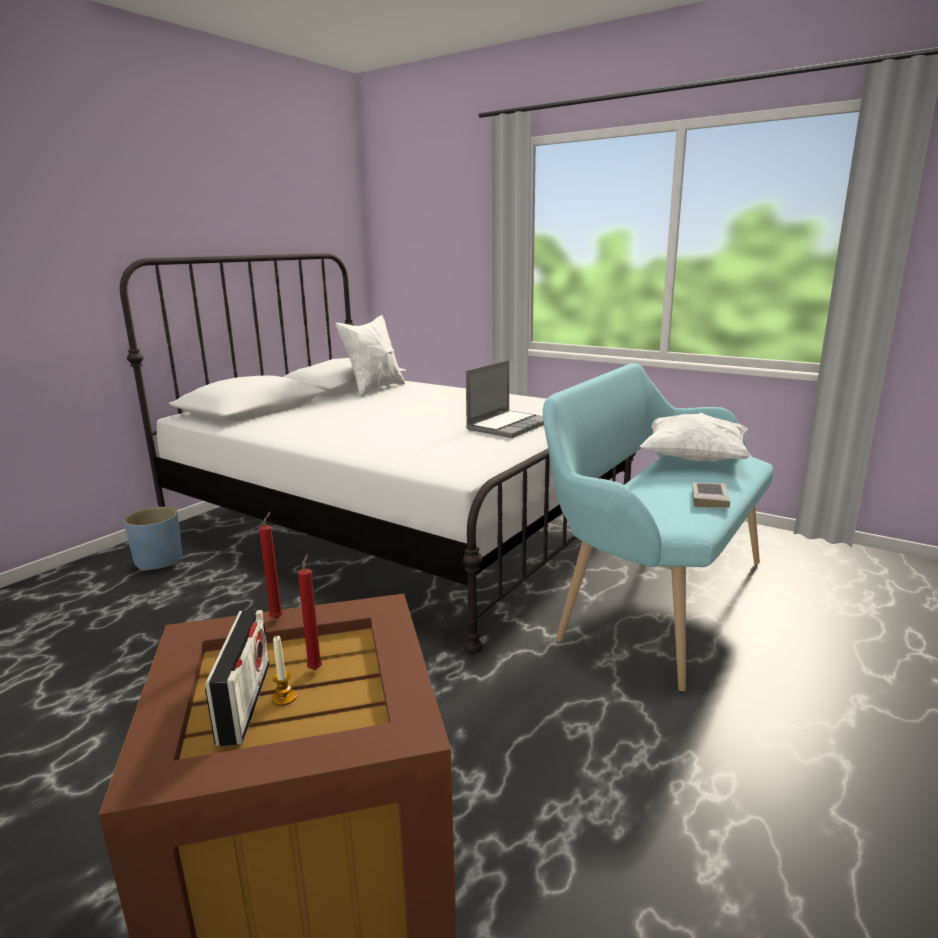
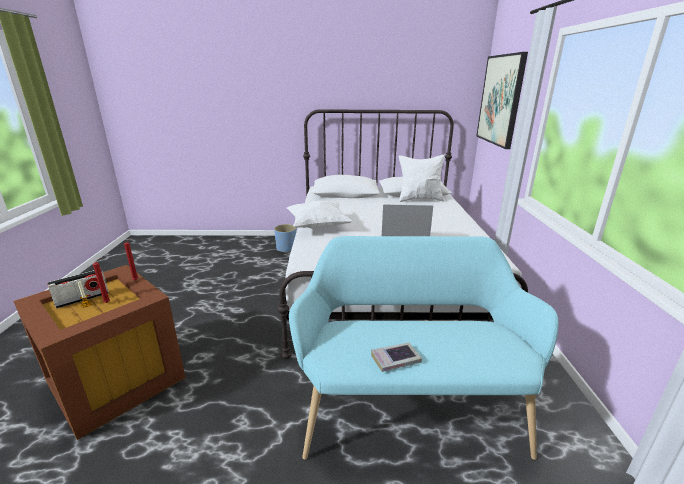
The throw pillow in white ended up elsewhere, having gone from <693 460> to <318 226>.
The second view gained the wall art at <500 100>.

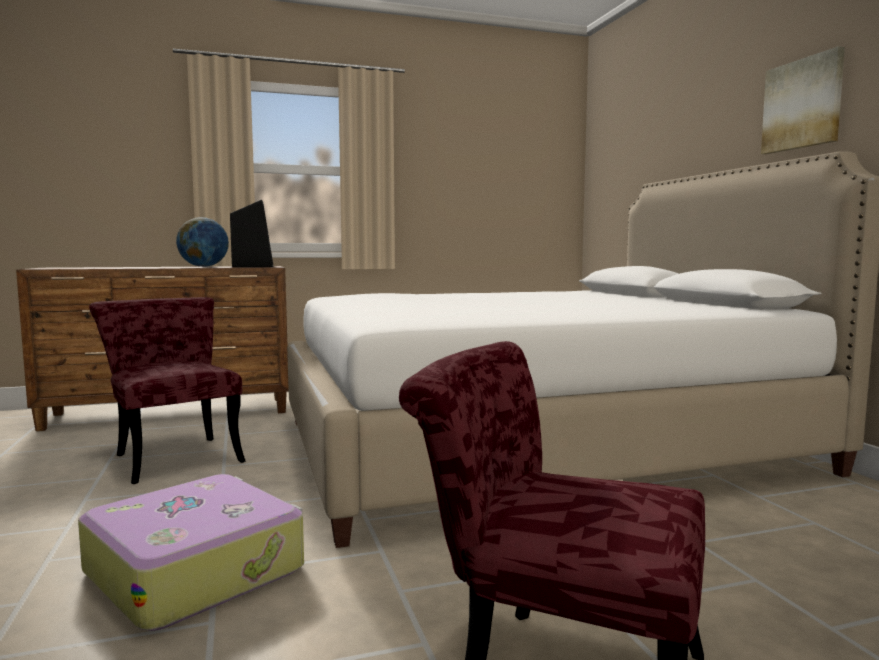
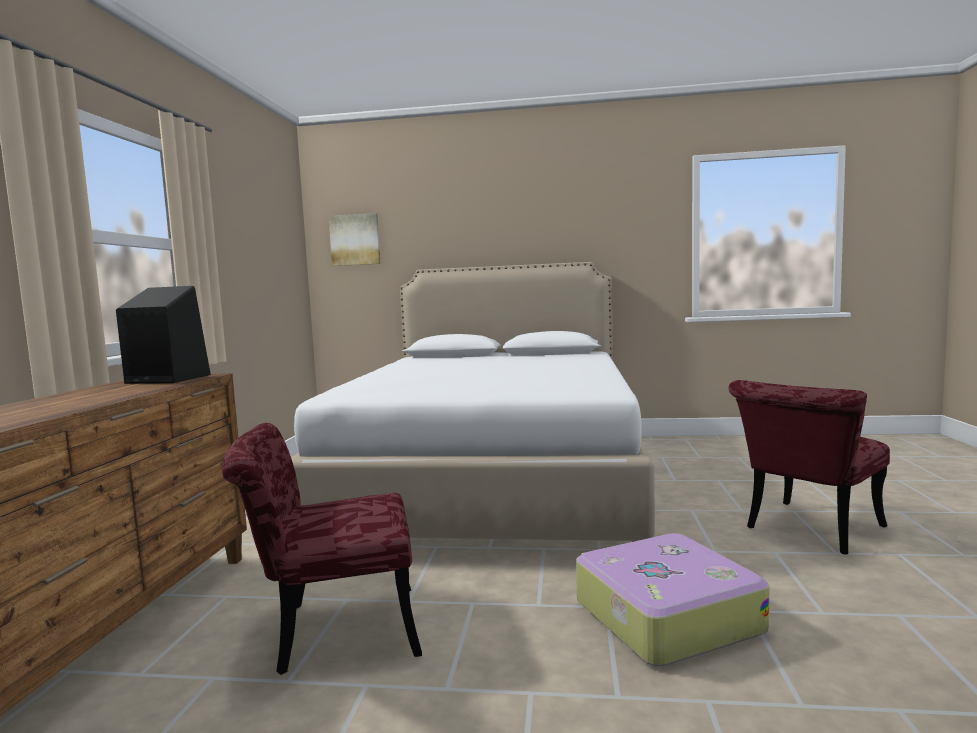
The wall art ended up elsewhere, having gone from <803 104> to <355 240>.
The second view lost the world globe at <203 266>.

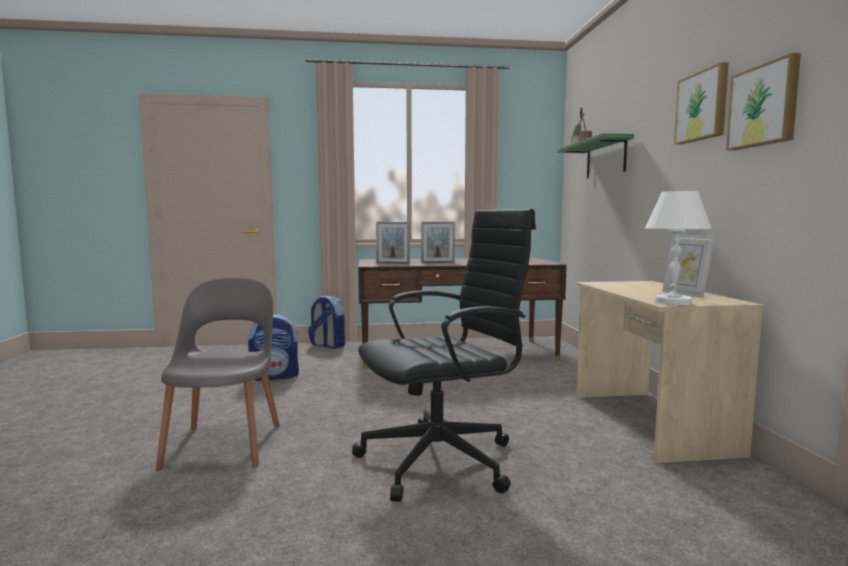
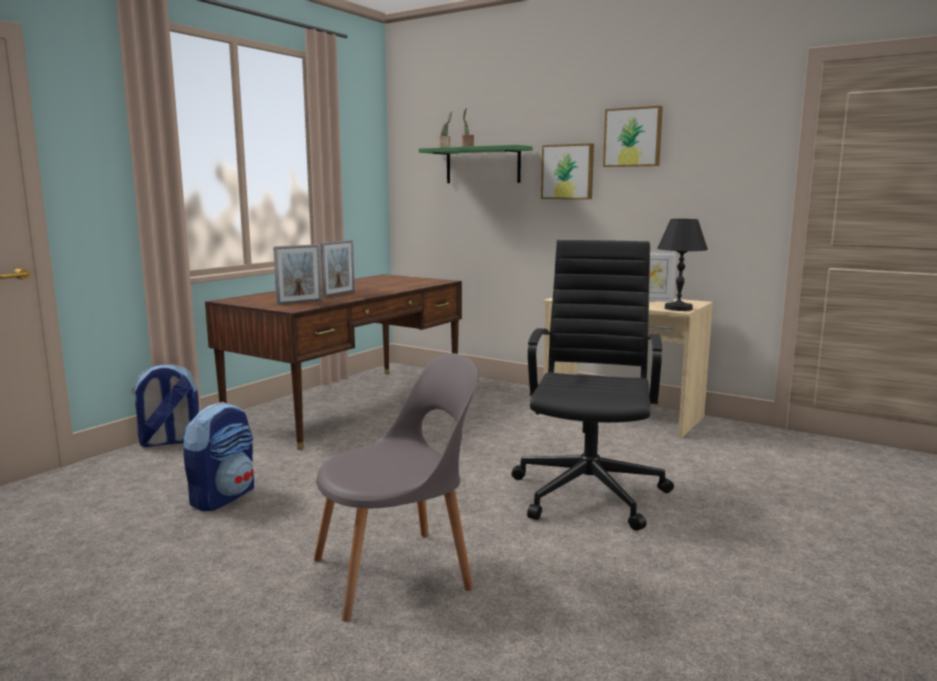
The wall art ended up elsewhere, having gone from <764 105> to <568 172>.
What was the tabletop lamp in white at <672 302> turned into the tabletop lamp in blackish at <678 308>.
The plain chair in gray at <225 443> ended up facing another way, 120 degrees clockwise from before.

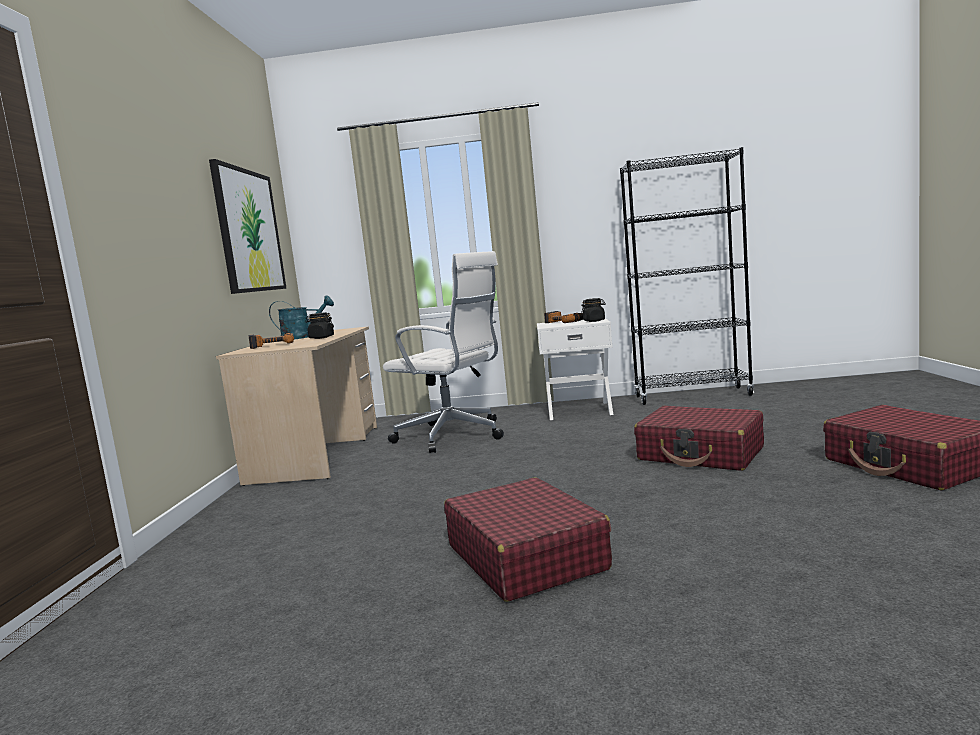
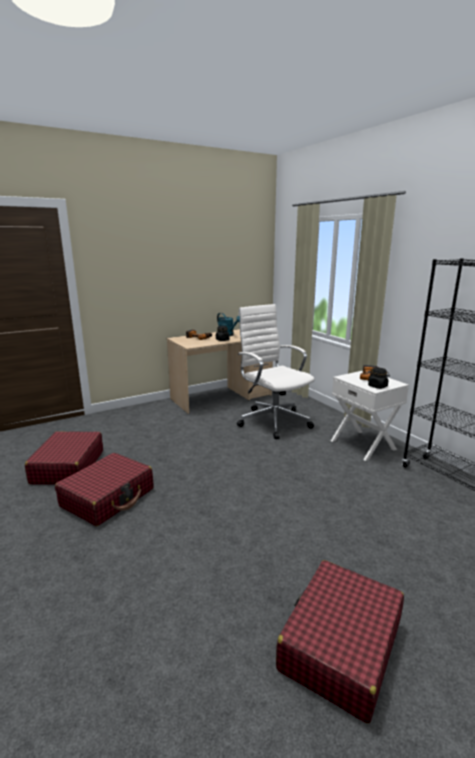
The second view lost the wall art at <249 231>.
The desk chair in white at <454 436> ended up facing another way, 150 degrees clockwise from before.
The suitcase in red ended up elsewhere, having gone from <701 454> to <68 467>.

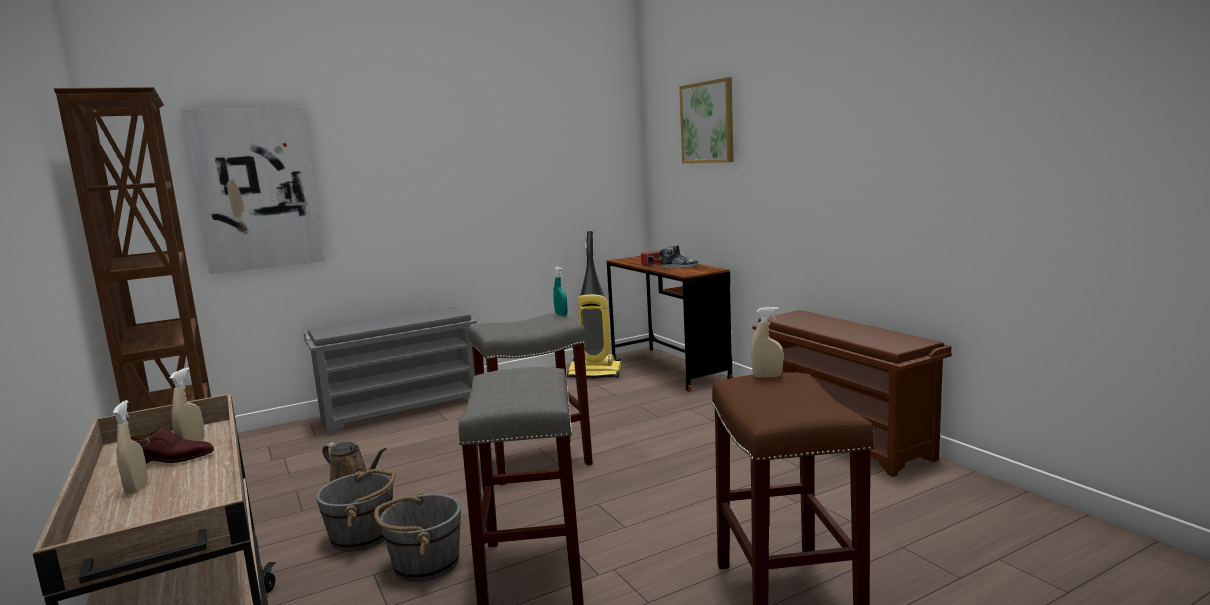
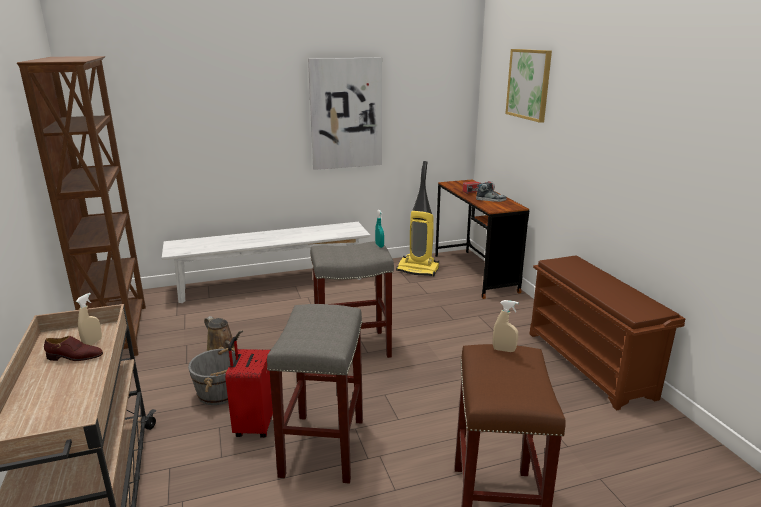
The wall art ended up elsewhere, having gone from <256 189> to <346 114>.
Where the shoe rack in gray stood at <402 410>, the indoor bench in white came to stand at <272 283>.
The second view lost the sprayer in beige at <137 488>.
Where the bucket in gray stood at <425 564>, the suitcase in red came to stand at <254 425>.

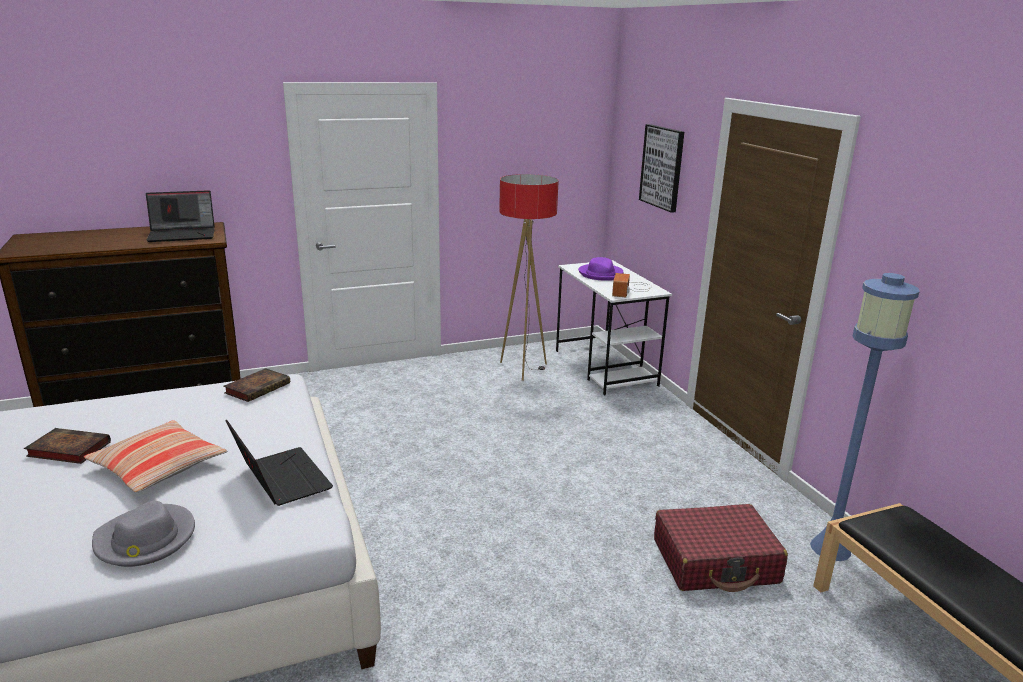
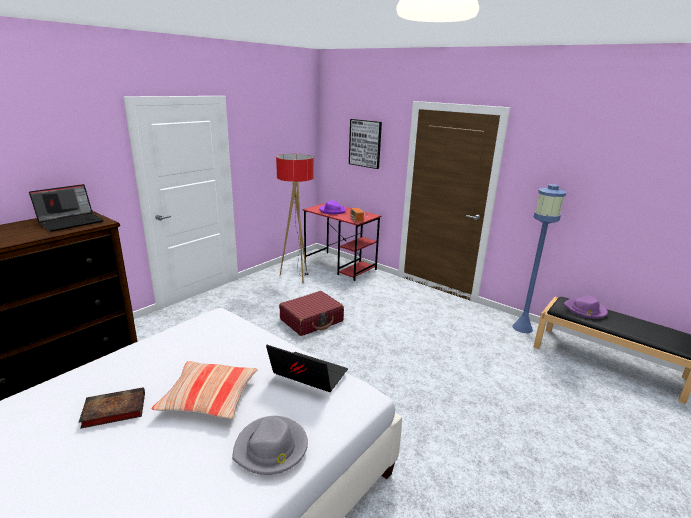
What was the desk table in white at <605 368> turned into the desk table in red at <340 266>.
The second view lost the book at <258 388>.
The suitcase in red ended up elsewhere, having gone from <715 561> to <312 320>.
The second view gained the wearable hat in purplish at <585 310>.

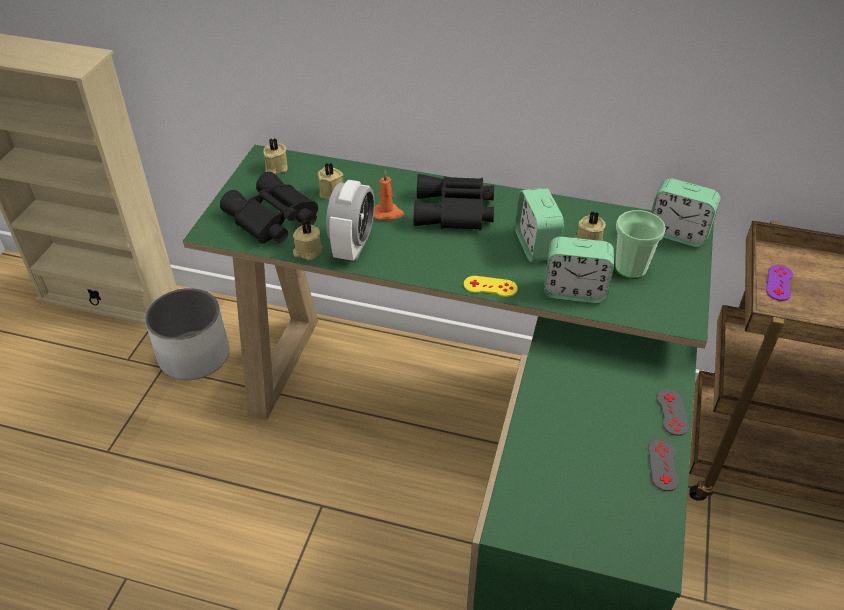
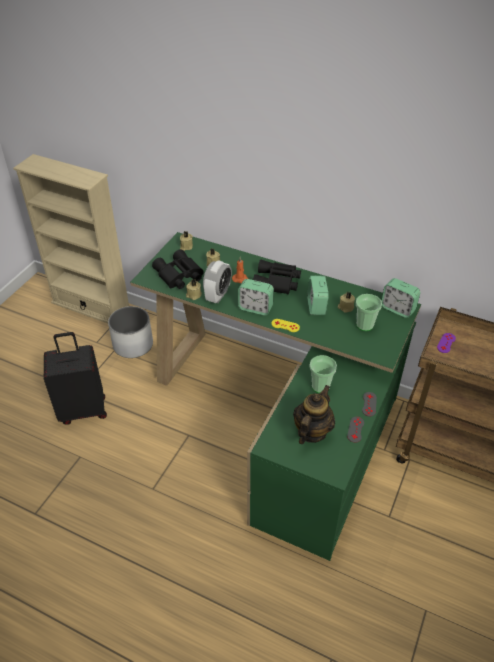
The table clock ended up elsewhere, having gone from <574 291> to <255 308>.
The second view gained the suitcase in blackish at <83 409>.
The second view gained the cup at <320 386>.
The second view gained the tea pot at <311 432>.

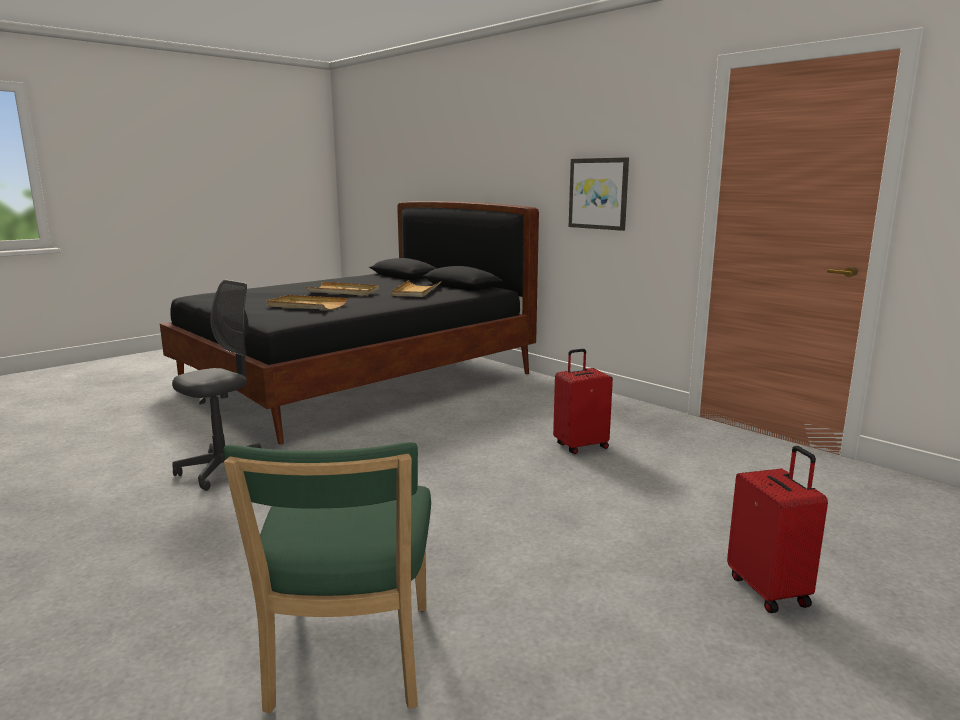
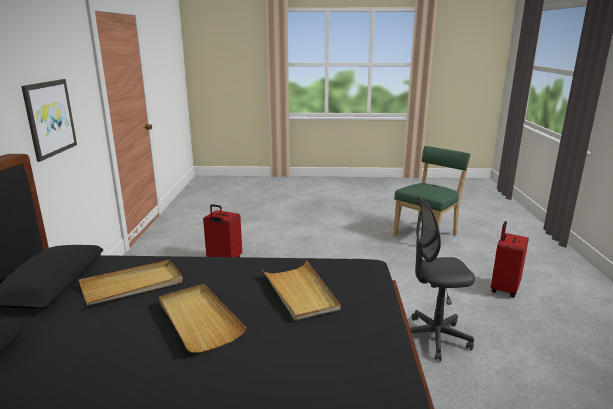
The suitcase in red ended up elsewhere, having gone from <770 590> to <503 289>.

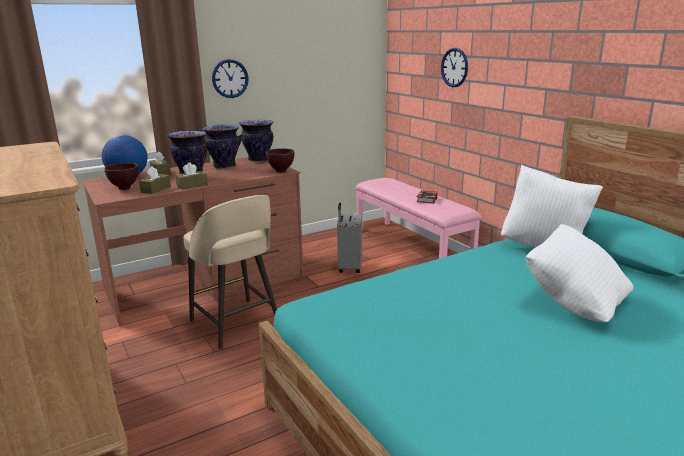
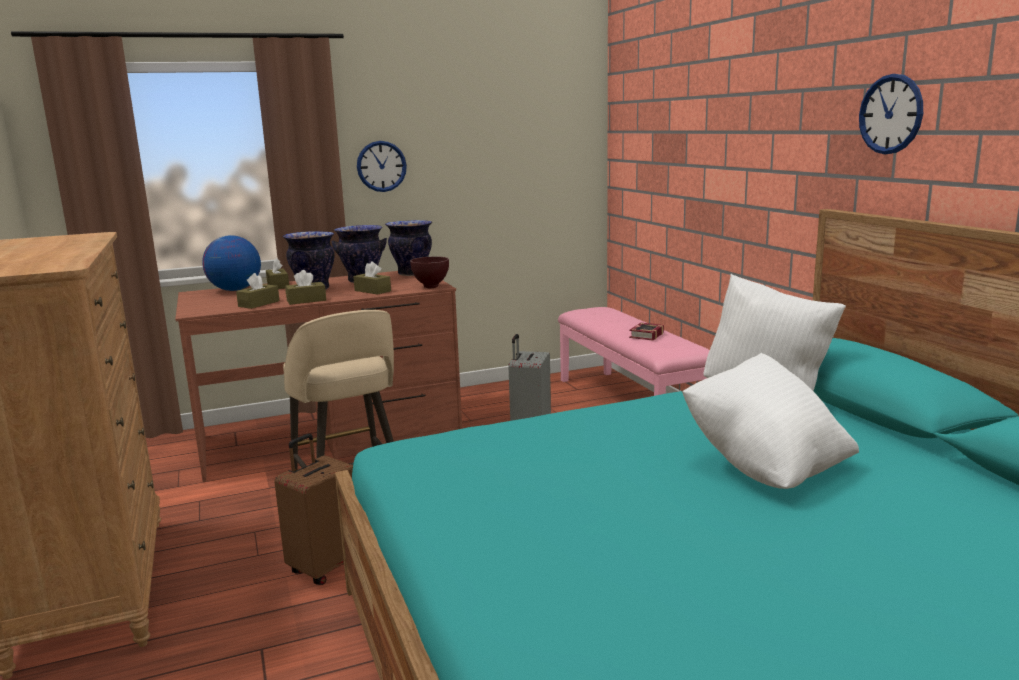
The clock on the wall ended up elsewhere, having gone from <454 67> to <890 114>.
The second view lost the deep dish in brownish at <125 188>.
The second view gained the box of tissues in brownish at <372 291>.
The second view gained the suitcase in brownish at <326 567>.

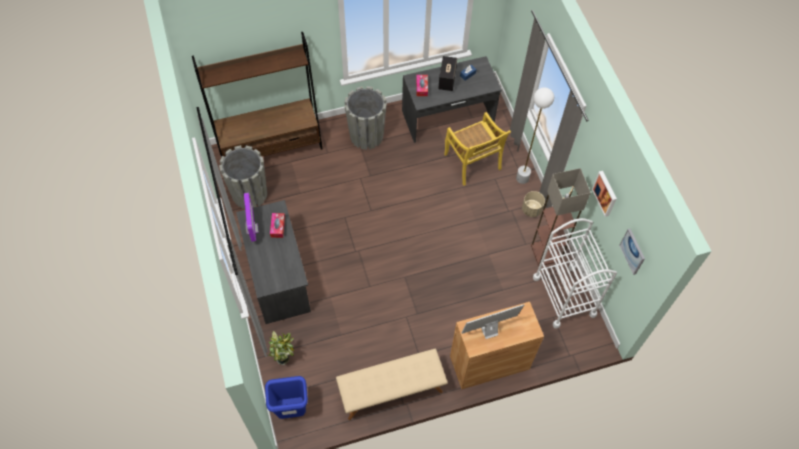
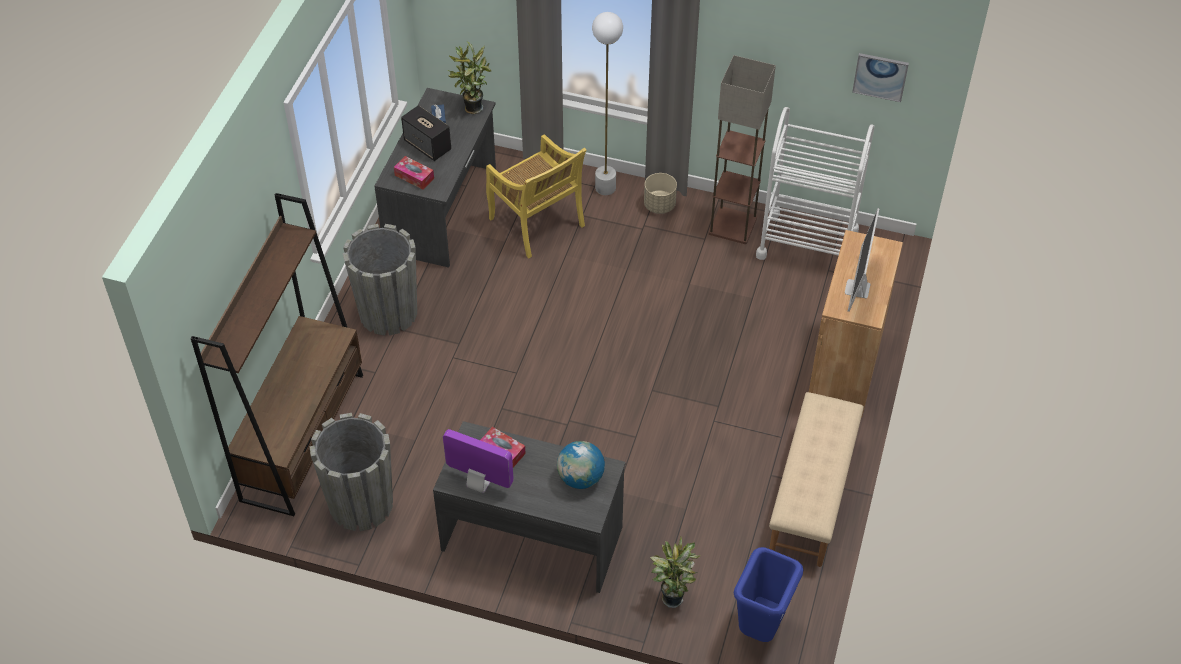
The plain chair in yellowish at <472 163> ended up facing another way, 45 degrees clockwise from before.
The second view lost the wall art at <605 193>.
The second view gained the plant in a pot at <471 108>.
The second view gained the world globe at <580 478>.

